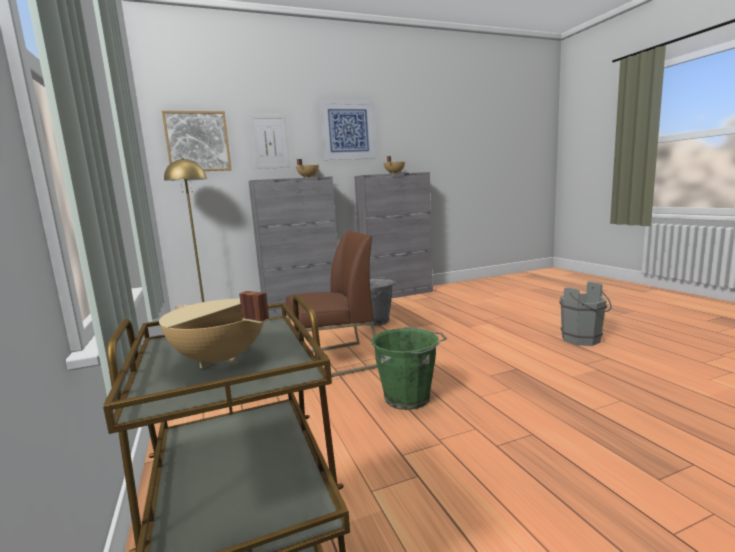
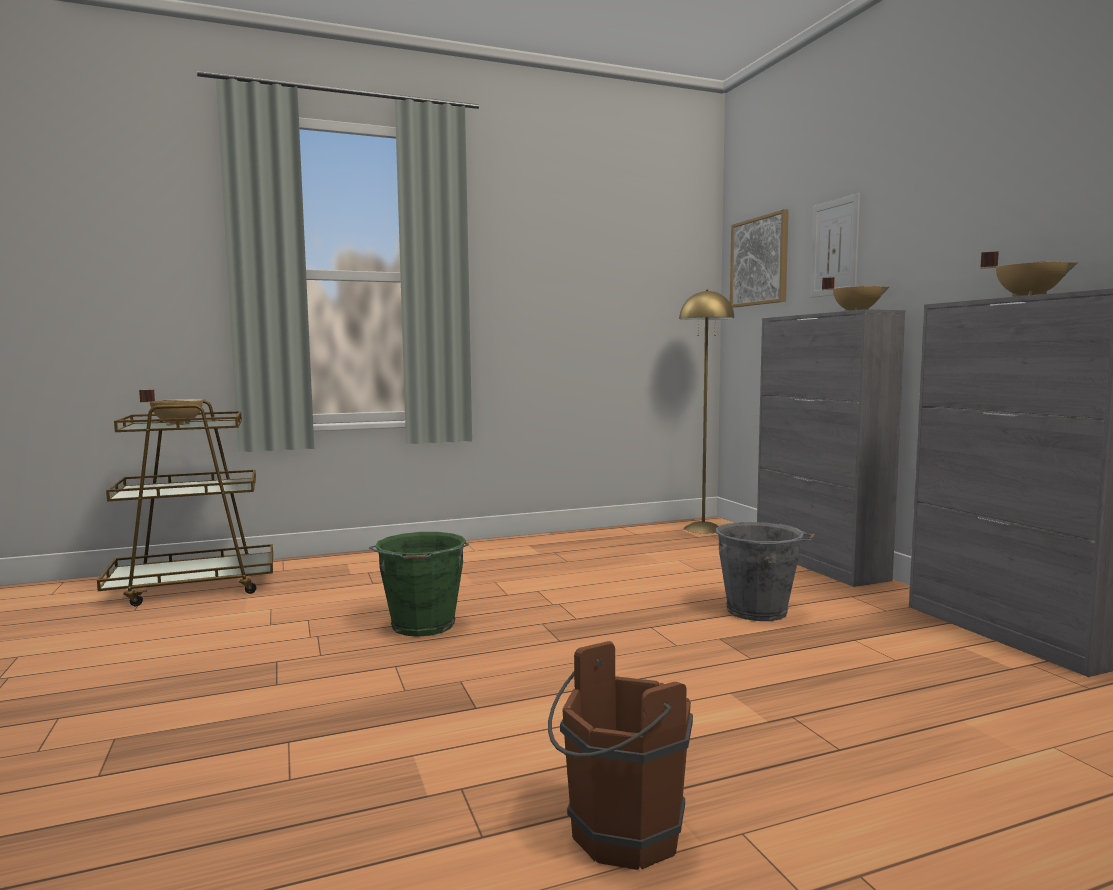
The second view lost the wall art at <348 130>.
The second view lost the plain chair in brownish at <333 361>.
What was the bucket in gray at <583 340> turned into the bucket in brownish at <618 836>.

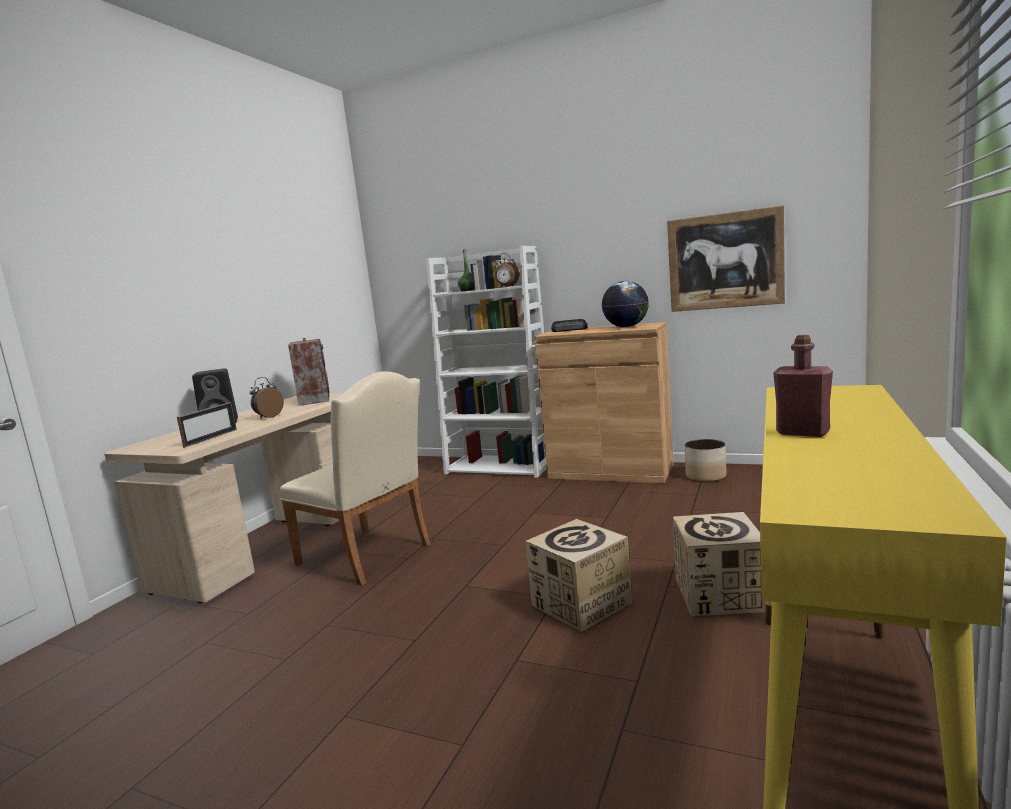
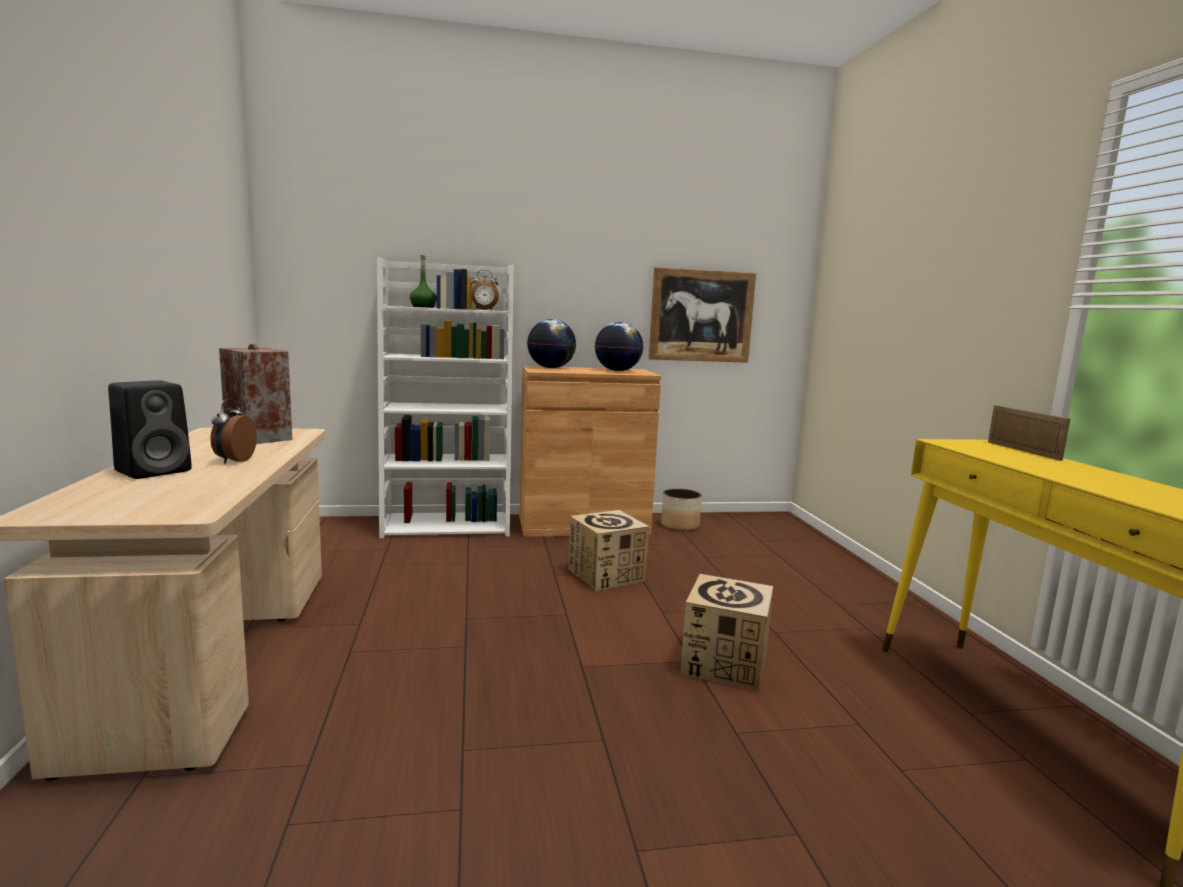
Where the radio set stood at <570 330>, the world globe came to stand at <551 368>.
The second view lost the beverage bottle in red at <802 432>.
The second view lost the plain chair in beige at <369 556>.
The photo frame ended up elsewhere, having gone from <211 438> to <1022 450>.
The packing box ended up elsewhere, having gone from <719 595> to <606 575>.

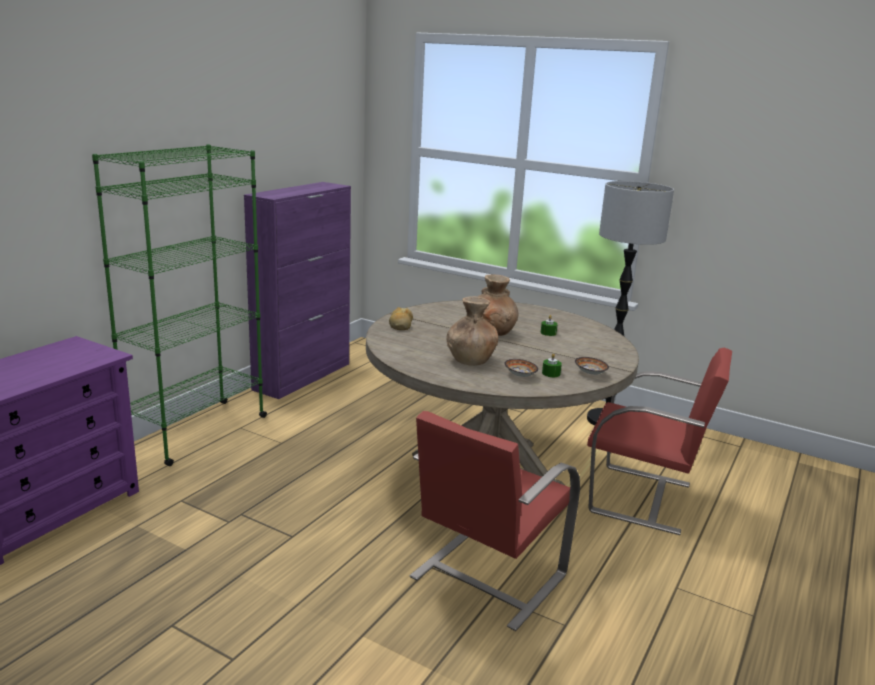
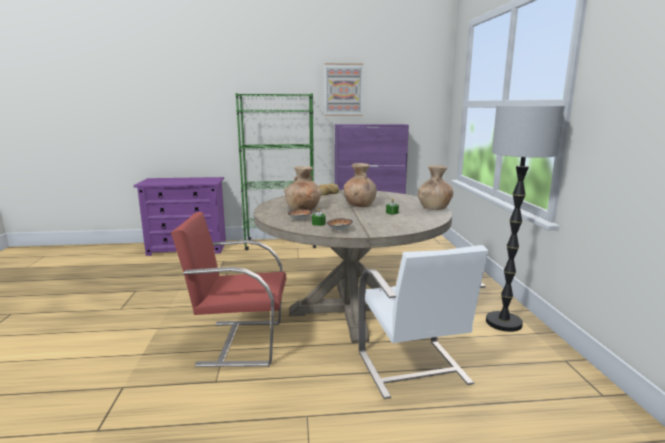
What was the plain chair in red at <643 498> turned into the plain chair in white at <413 369>.
The second view gained the wall art at <343 90>.
The second view gained the flower vase in brownish at <434 208>.

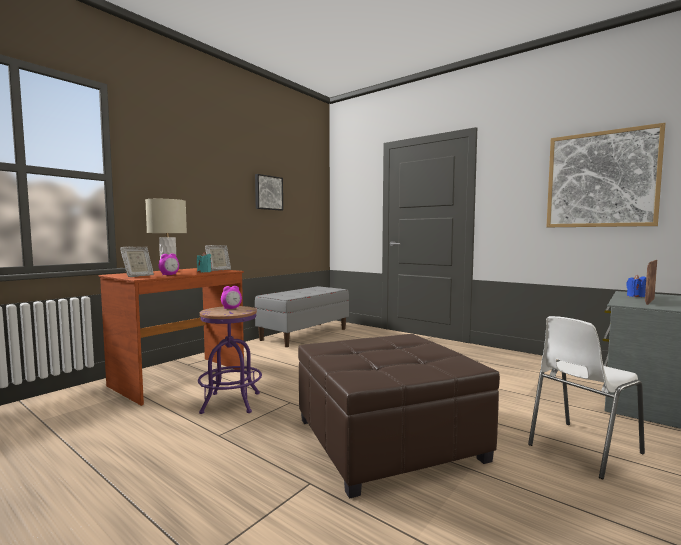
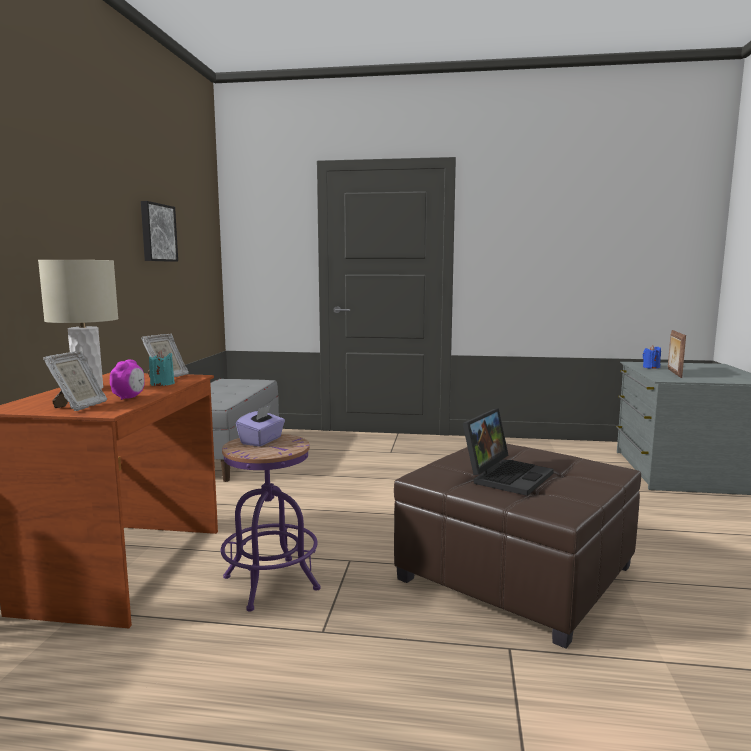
The second view lost the wall art at <601 179>.
Where the table clock stood at <231 308>, the box of tissues in purplish came to stand at <262 441>.
The second view lost the plain chair in white at <581 449>.
The second view gained the notebook computer at <506 476>.

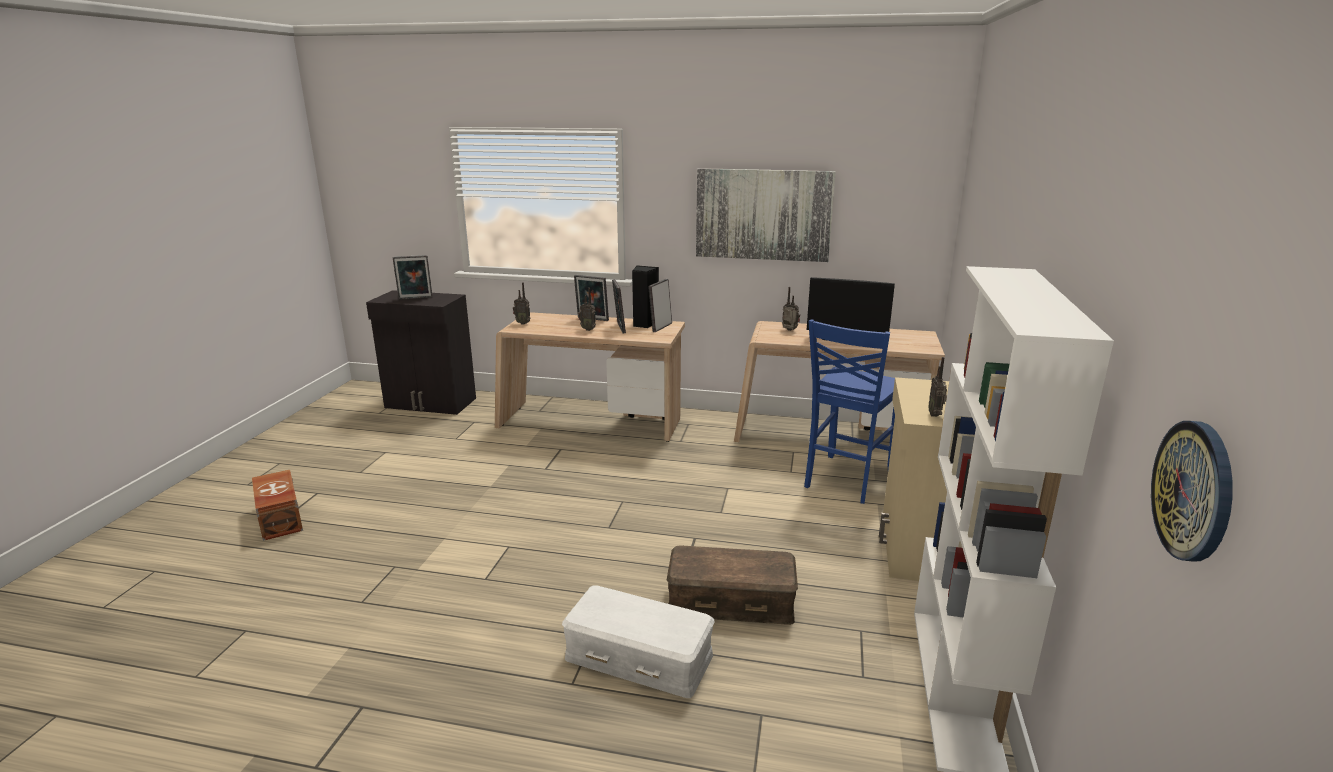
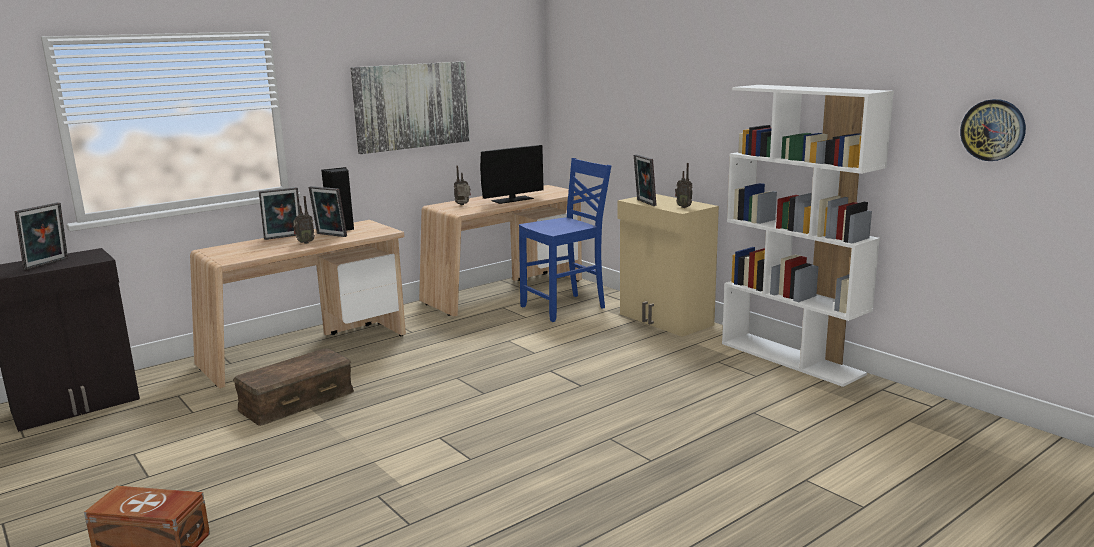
The photo frame ended up elsewhere, having gone from <660 327> to <644 203>.
The second view lost the radio set at <523 323>.
The plain chair in bluish at <846 479> ended up facing another way, 105 degrees counterclockwise from before.
The storage bin in brownish ended up elsewhere, having gone from <731 599> to <296 400>.
The second view lost the storage bin in white at <638 657>.

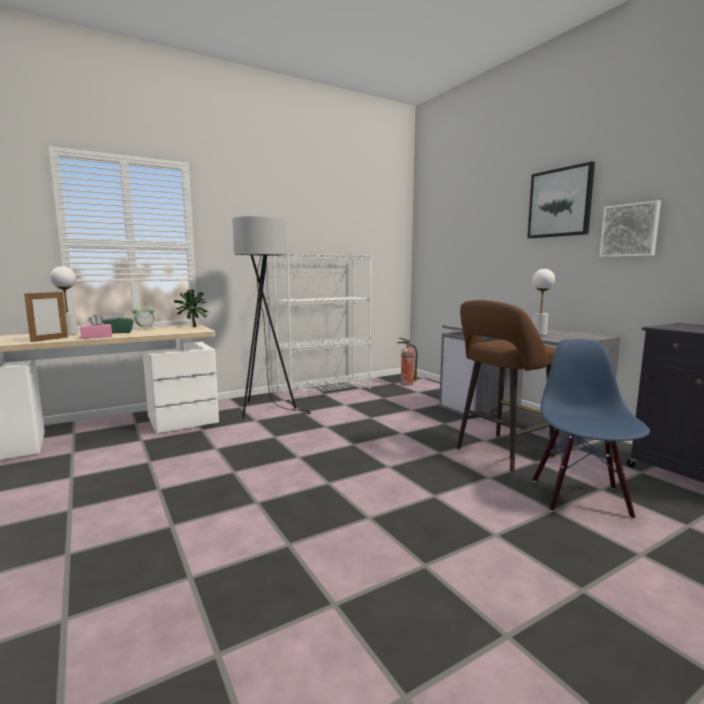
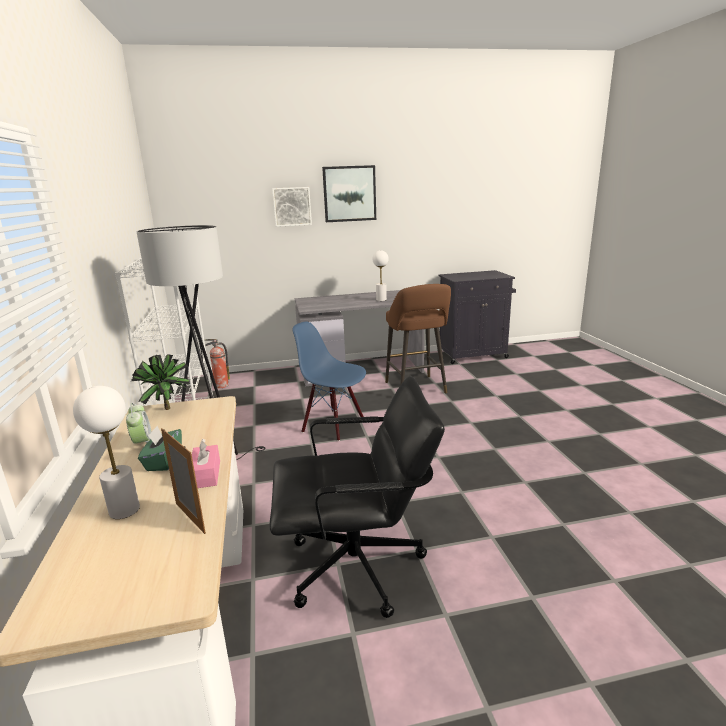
The wall art ended up elsewhere, having gone from <630 230> to <292 206>.
The plain chair in bluish ended up elsewhere, having gone from <581 498> to <334 425>.
The second view gained the desk chair in blackish at <357 567>.

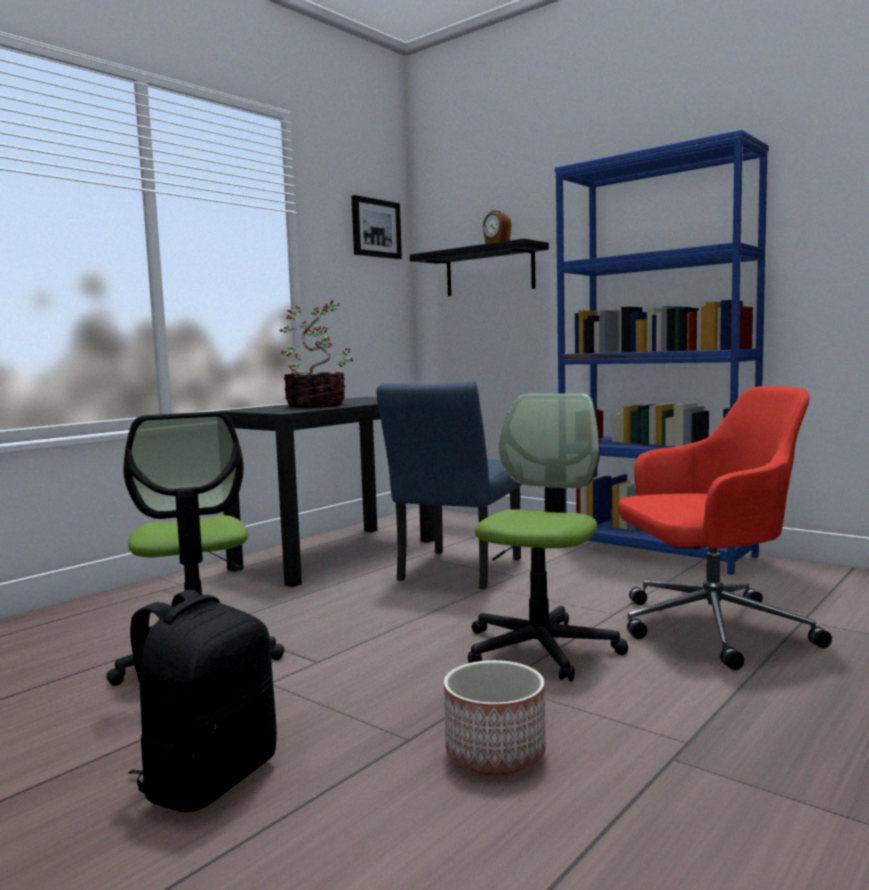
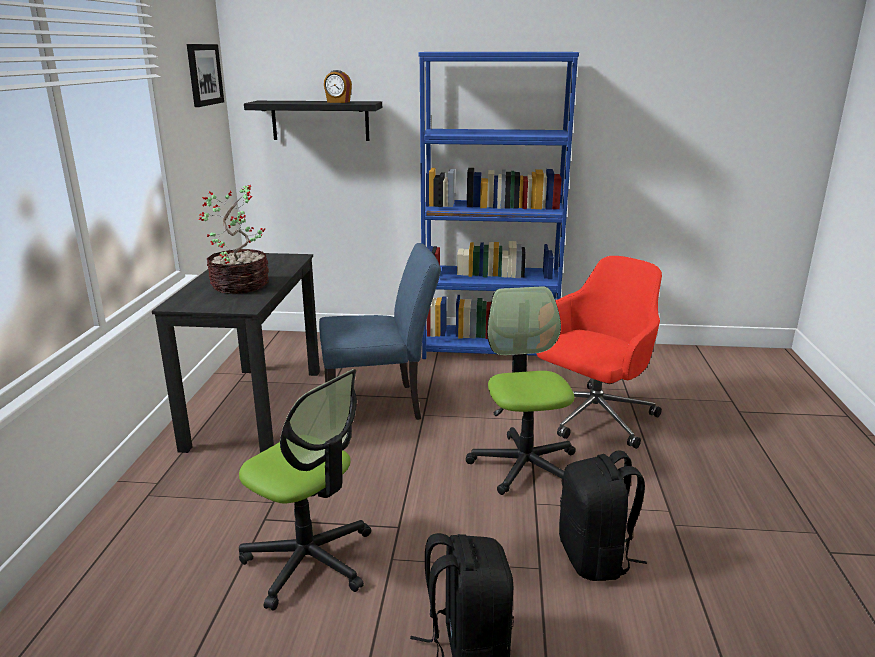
The plain chair in bluish at <455 572> ended up facing another way, 90 degrees counterclockwise from before.
Where the plant pot stood at <496 754>, the rucksack in blackish came to stand at <595 558>.

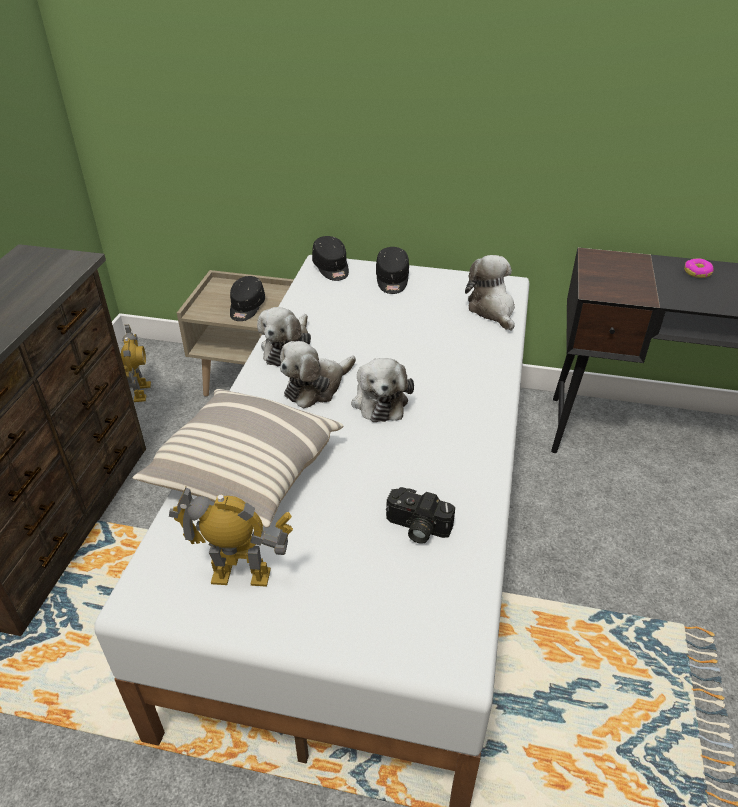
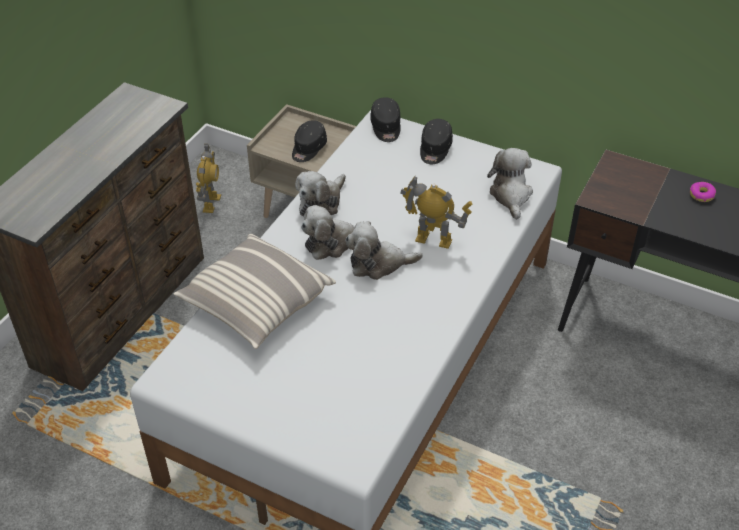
The cuddly toy at <379 400> ended up facing another way, 75 degrees clockwise from before.
The toy robot ended up elsewhere, having gone from <240 575> to <433 240>.
The second view lost the still camera at <416 528>.

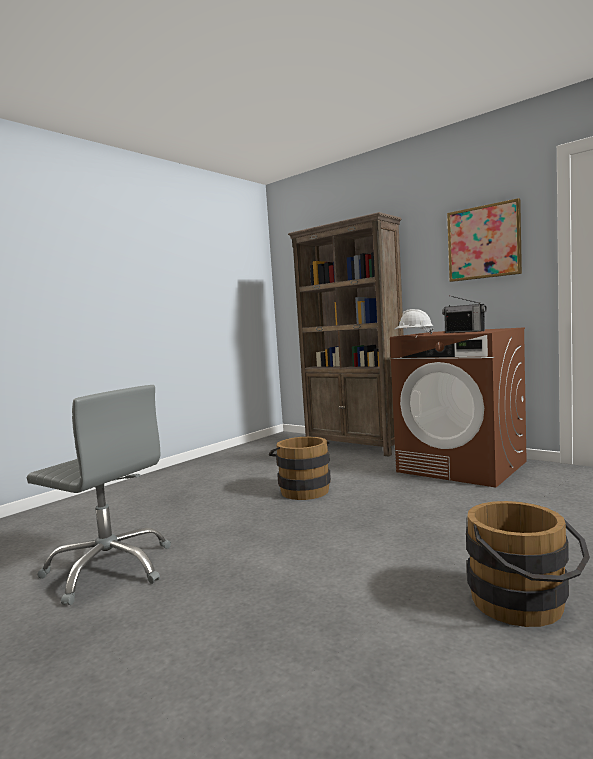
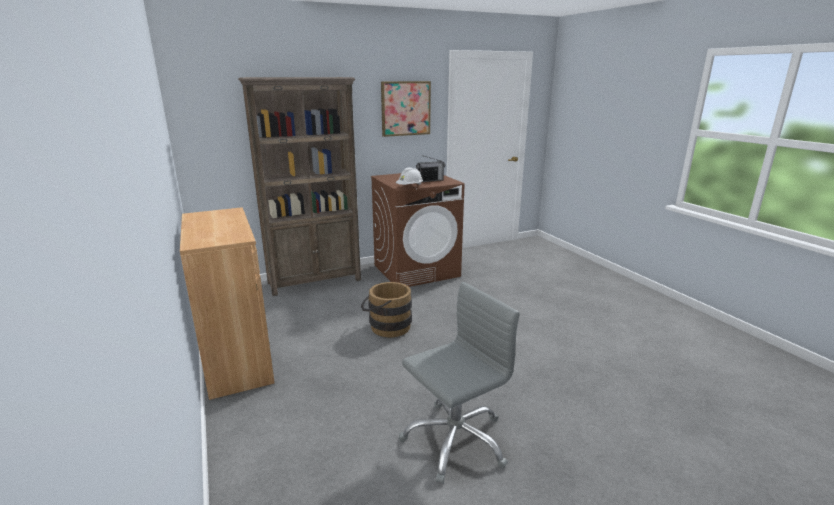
The second view lost the bucket in brownish at <524 606>.
The second view gained the cupboard in brownish at <237 359>.

